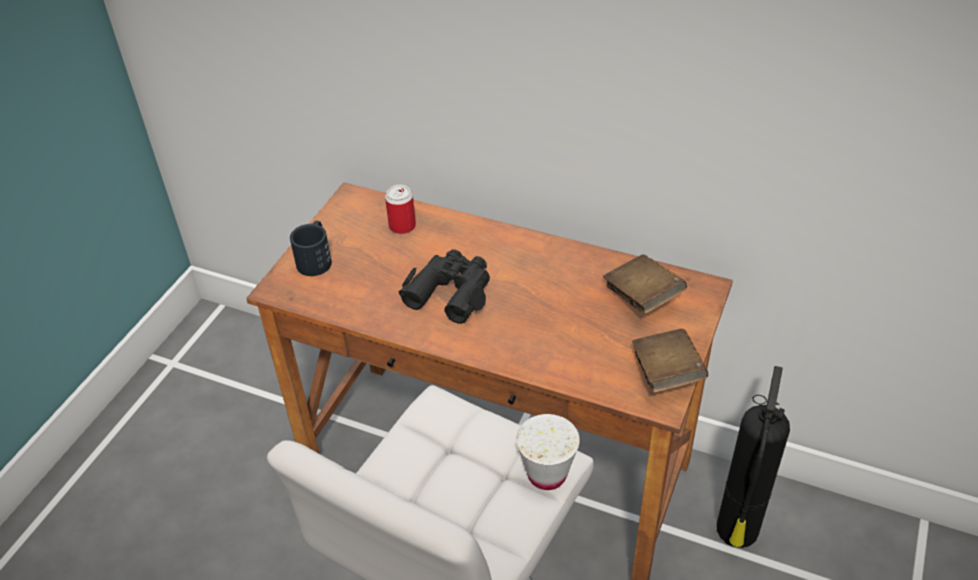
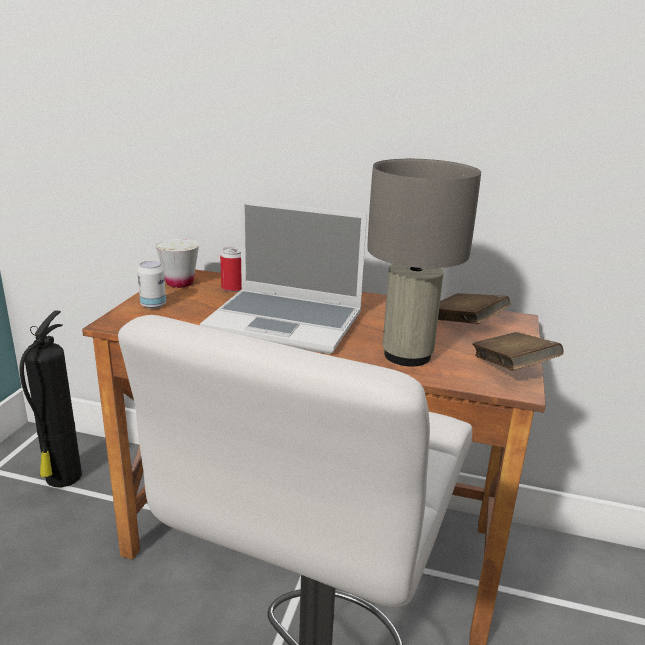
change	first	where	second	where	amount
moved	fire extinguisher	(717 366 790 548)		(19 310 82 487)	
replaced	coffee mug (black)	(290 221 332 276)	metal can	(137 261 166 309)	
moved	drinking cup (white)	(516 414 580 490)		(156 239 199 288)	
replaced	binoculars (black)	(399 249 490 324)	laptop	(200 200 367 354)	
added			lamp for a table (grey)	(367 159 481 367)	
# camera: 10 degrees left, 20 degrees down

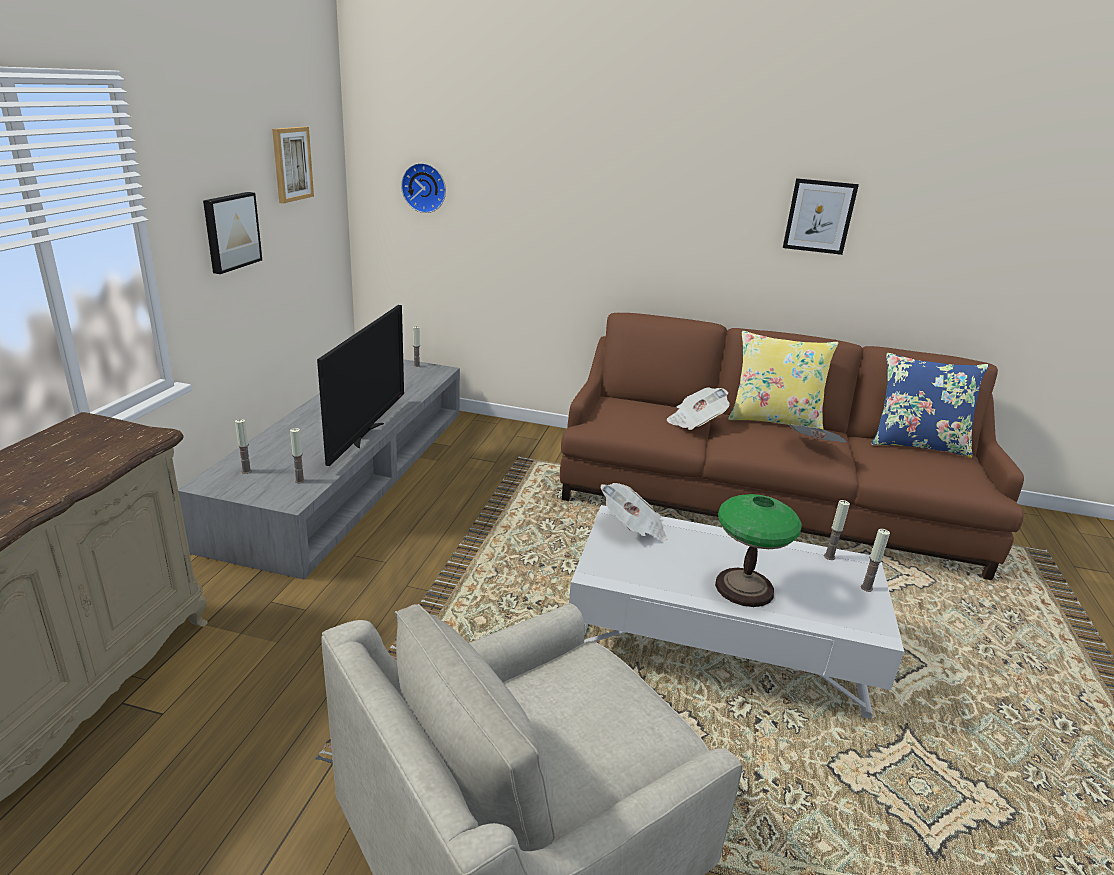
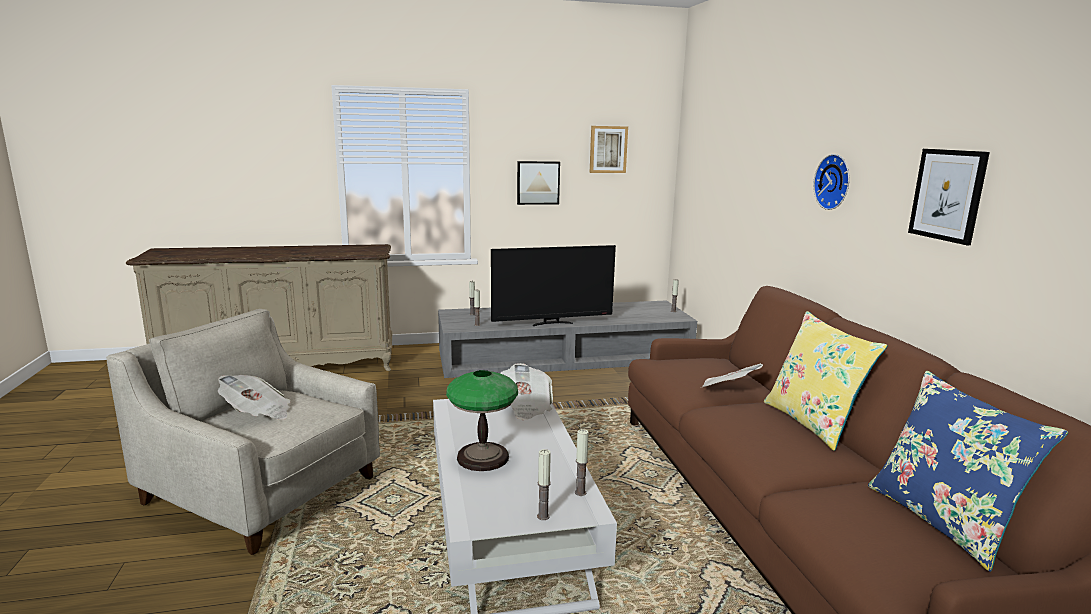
change	first	where	second	where	amount
moved	printed paper	(788 424 847 443)		(218 375 290 420)	
moved	clock on the wall	(401 163 446 213)		(813 154 850 210)	
# camera: 65 degrees right, 10 degrees down

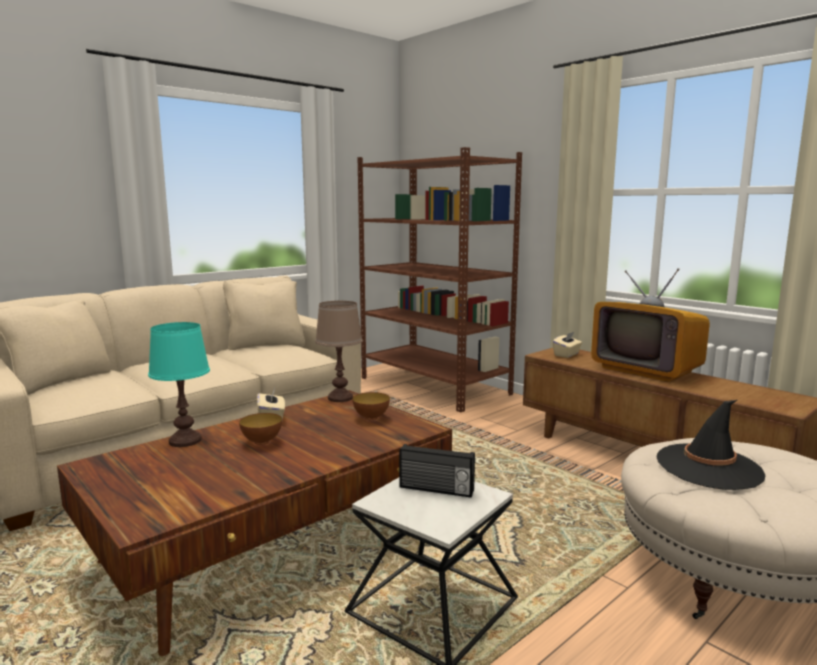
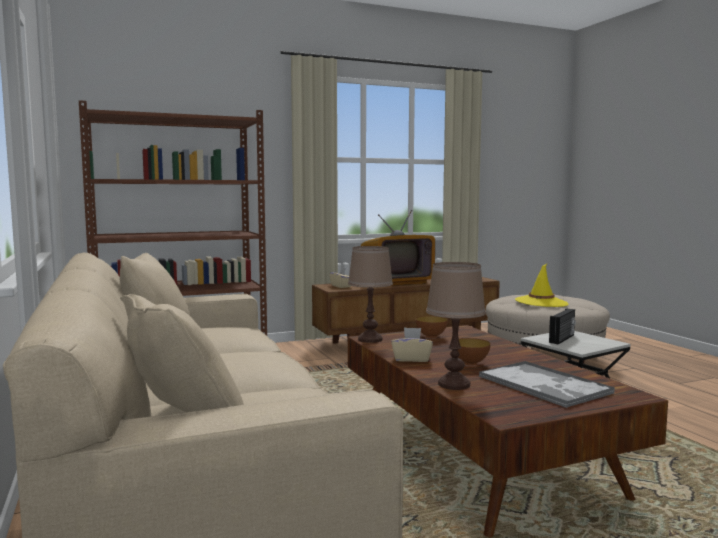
change	first	where	second	where	amount
recoloured	lamp for a table (blue-green)	(148 322 210 447)	lamp for a table (brown)	(426 262 486 390)	
added			serving tray	(479 361 615 408)	
recoloured	hat (black)	(657 400 765 490)	hat (yellow)	(515 264 569 307)	
# camera: 70 degrees left, 5 degrees down

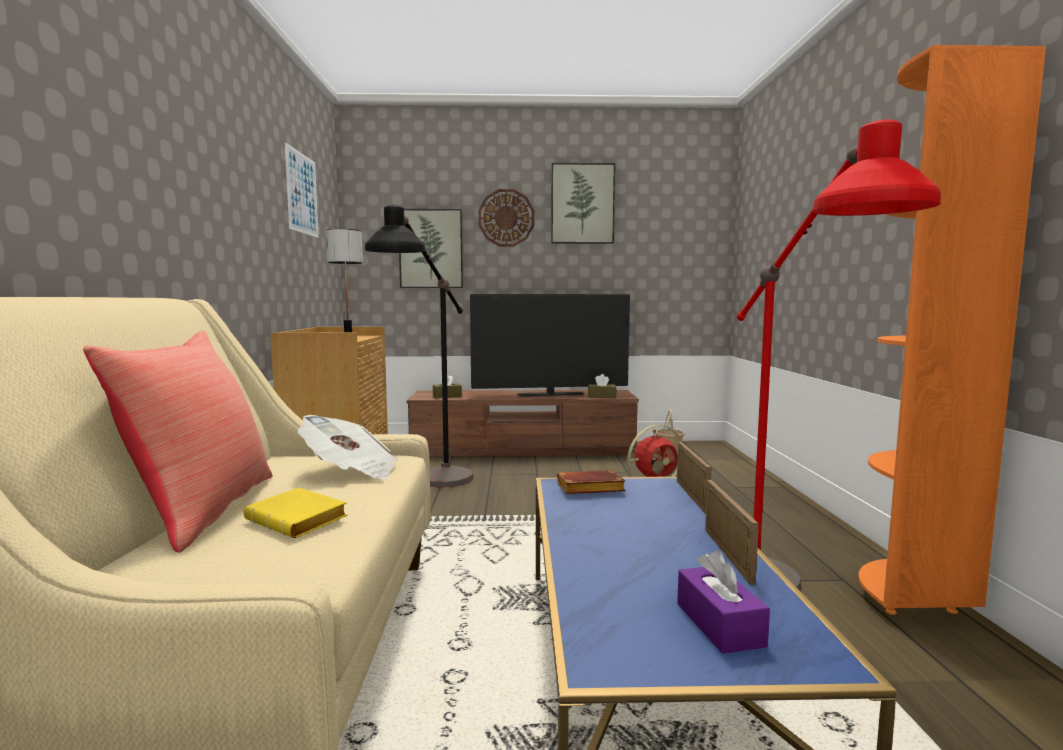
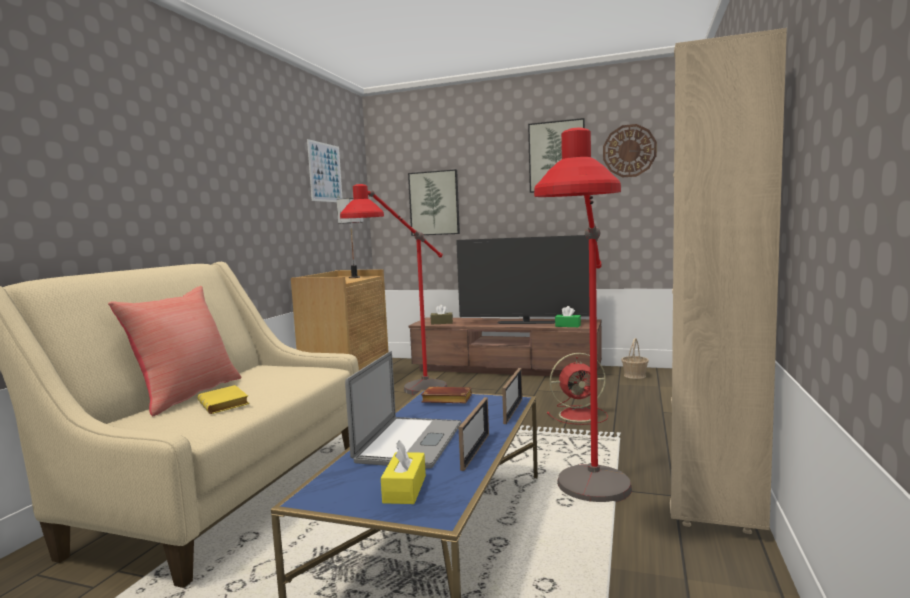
change	first	where	second	where	amount
recoloured	standard lamp (black)	(365 205 474 487)	standard lamp (red-coloured)	(340 184 447 395)	
added			laptop	(345 351 462 469)	
recoloured	tissue holder (purplish)	(677 550 770 654)	tissue holder (yellow)	(381 440 426 504)	
recoloured	tissue holder (brown)	(588 374 617 398)	tissue holder (greenish)	(555 306 581 327)	
moved	clock on the wall	(478 189 534 247)		(603 124 657 178)	
recoloured	bookshelf (orange-coloured)	(858 45 1046 615)	bookshelf (beige-coloured)	(670 28 787 534)	
removed	printed paper	(298 415 398 480)			
# camera: 20 degrees right, 0 degrees up

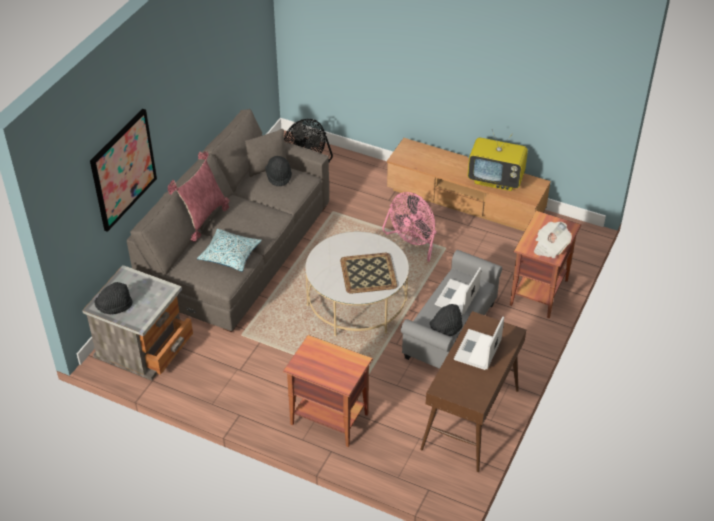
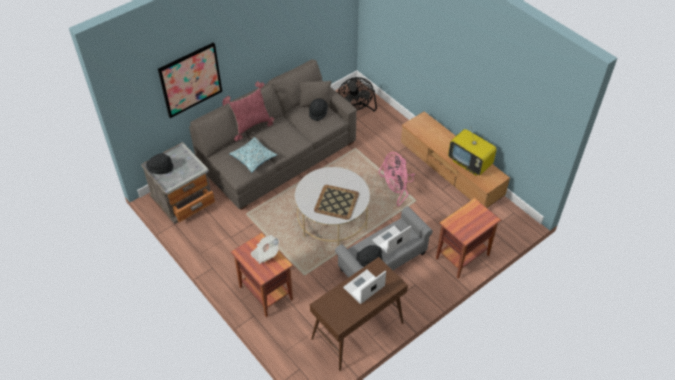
change	first	where	second	where	amount
moved	printed paper	(534 222 572 258)		(251 235 280 264)	
# camera: 25 degrees right, 5 degrees up

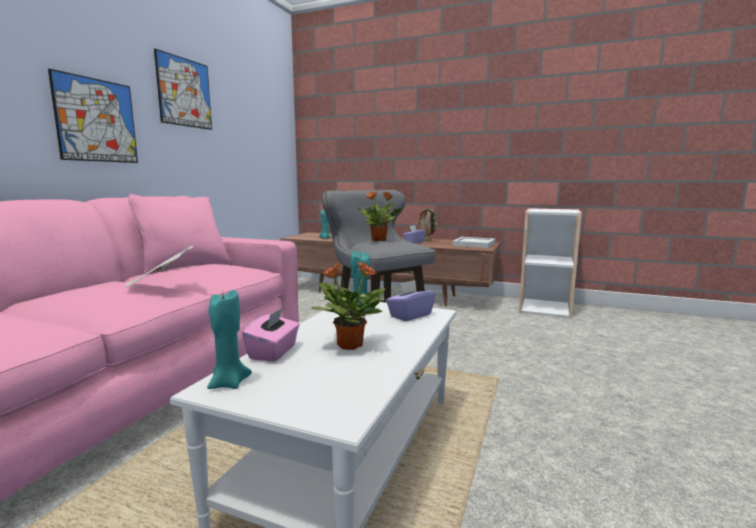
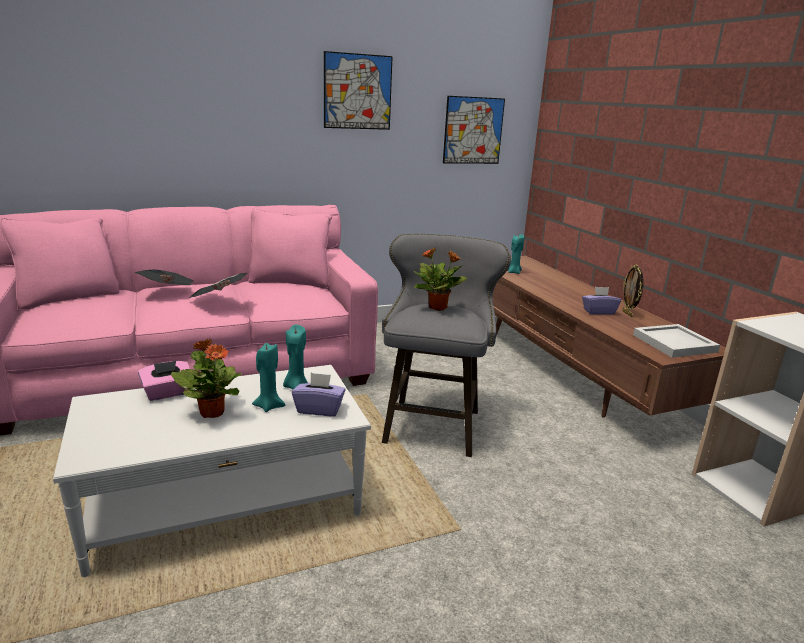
change	first	where	second	where	amount
added			printed paper	(134 270 193 285)	
moved	wax light (blue-green)	(207 290 252 389)		(252 343 285 412)	
moved	picture	(48 69 138 163)		(443 96 505 164)	
# camera: 45 degrees right, 10 degrees up

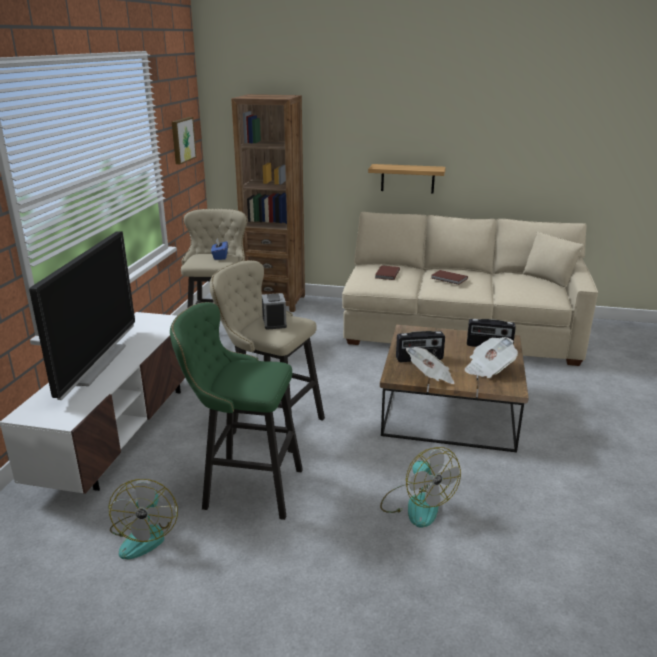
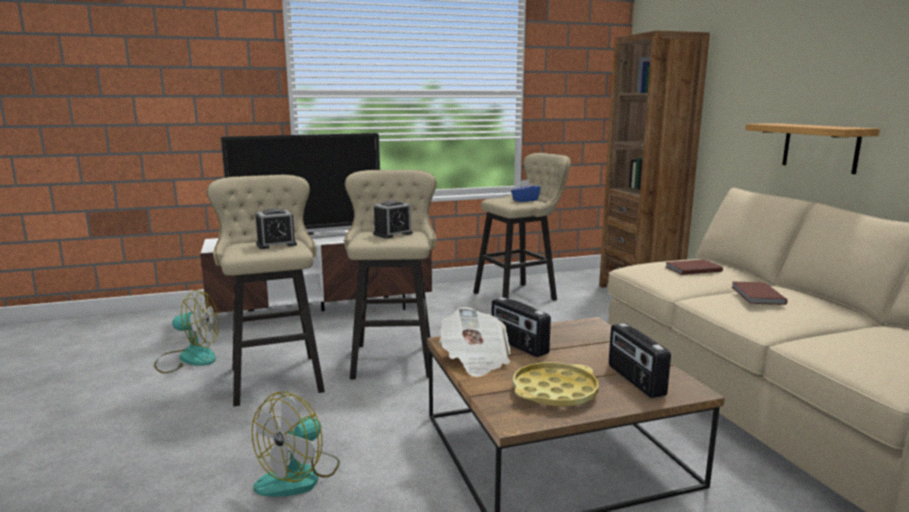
change	first	where	second	where	amount
turned	cooling fan	(109 479 178 559)		(154 290 219 373)	150 degrees counterclockwise
recoloured	stool (greenish)	(170 302 303 520)	stool (beige-coloured)	(207 174 325 407)	
added			table clock	(256 208 297 249)	
replaced	printed paper	(464 337 518 378)	serving tray (yellow)	(513 362 599 407)	
removed	picture	(172 117 197 164)			
# camera: 60 degrees right, 10 degrees down

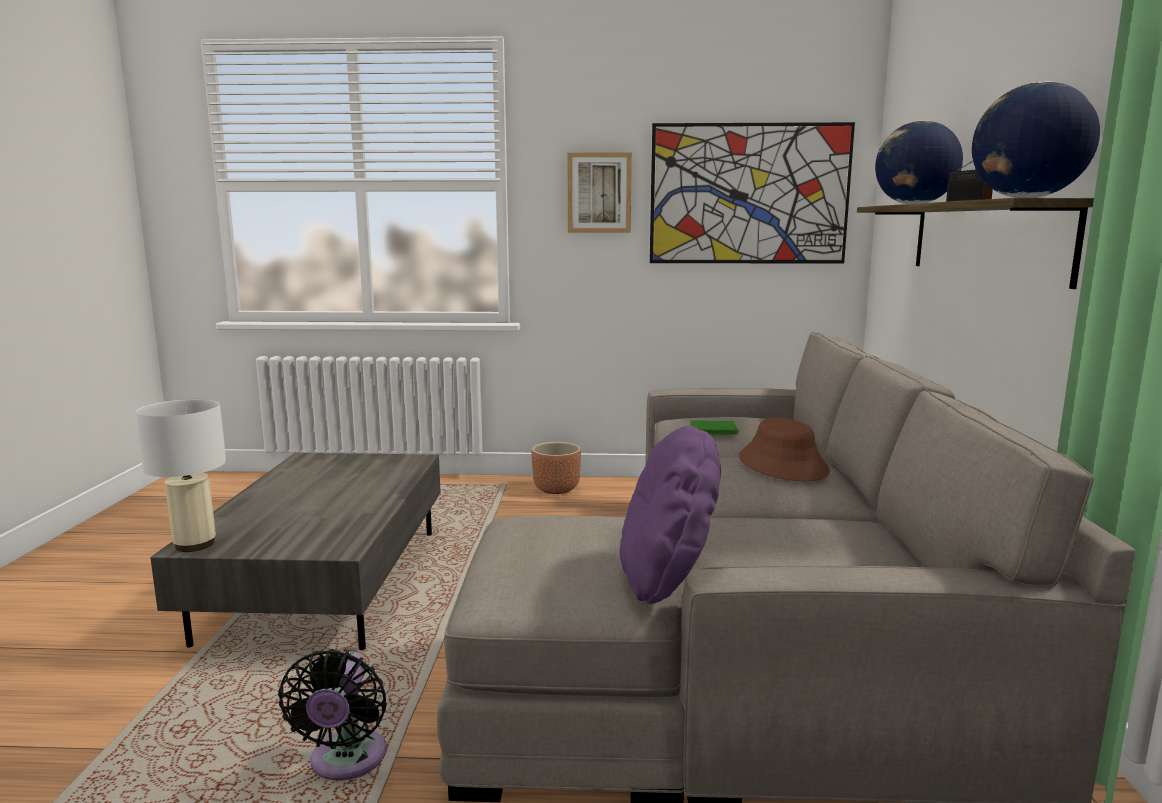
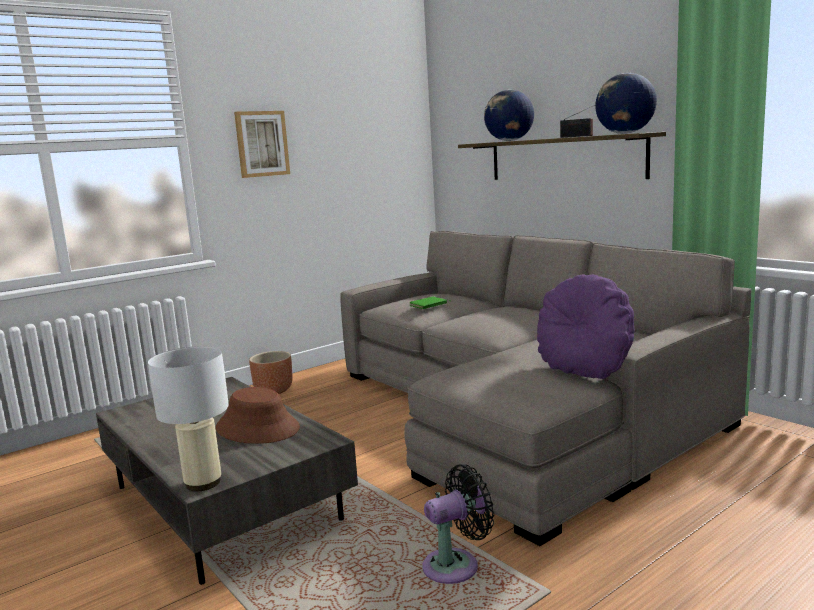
change	first	where	second	where	amount
moved	hat (brown)	(739 418 830 481)		(216 387 300 444)	
turned	cooling fan (black)	(278 649 387 780)		(422 464 494 584)	75 degrees counterclockwise
removed	picture	(650 122 855 264)			
# camera: 40 degrees left, 0 degrees up

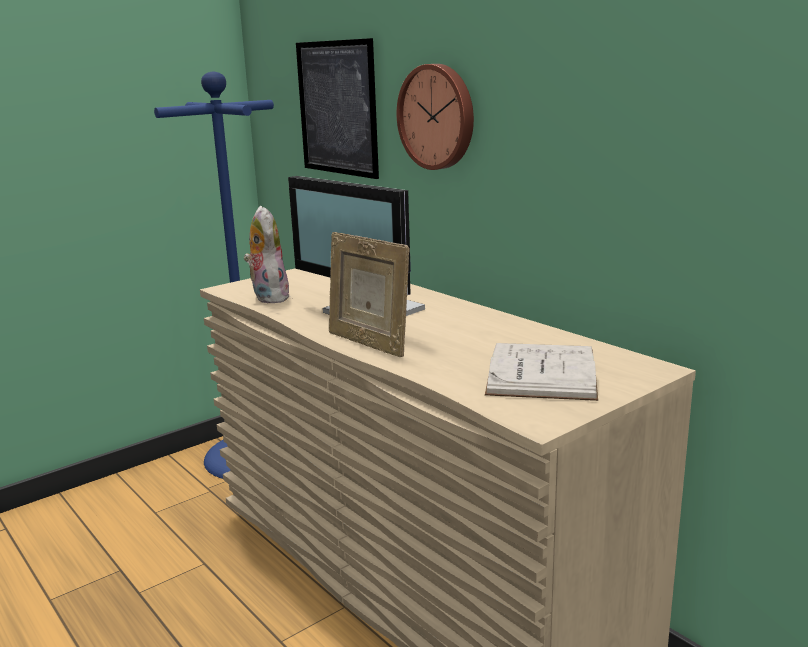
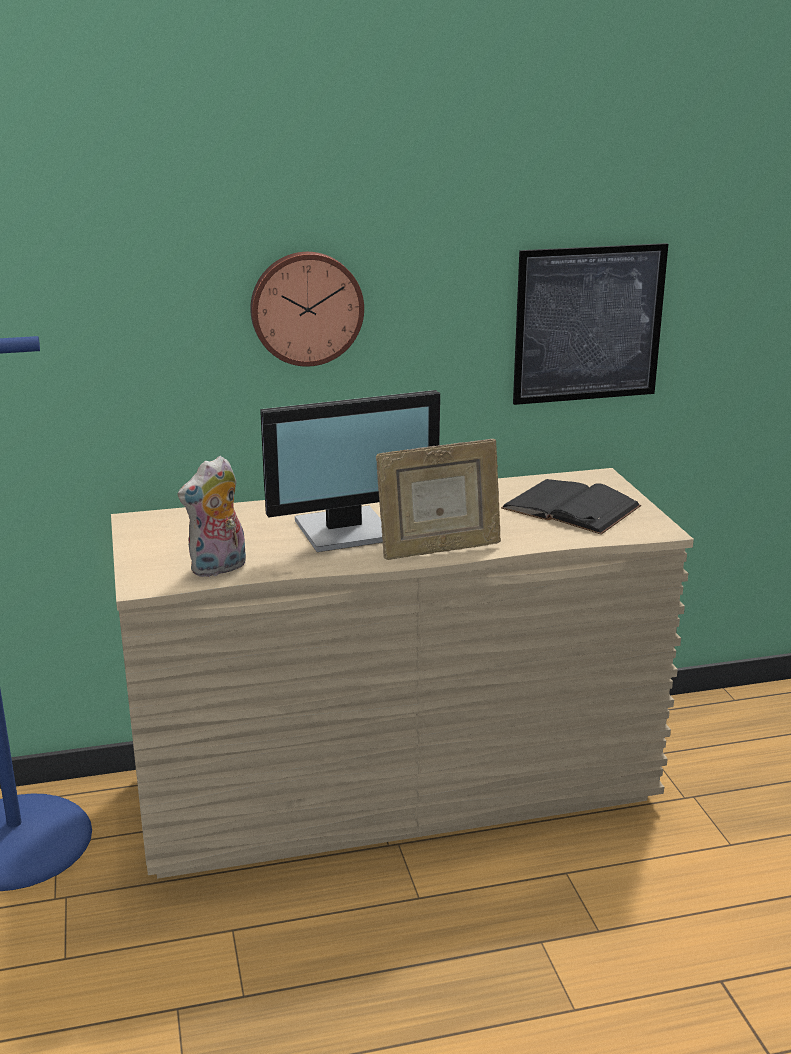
change	first	where	second	where	amount
turned	cuddly toy	(243 206 290 303)		(177 456 246 577)	45 degrees counterclockwise
recoloured	book (white)	(485 343 598 401)	book (black)	(501 479 641 535)	
moved	picture	(296 38 379 179)		(513 243 668 405)	
# camera: 65 degrees left, 5 degrees up

